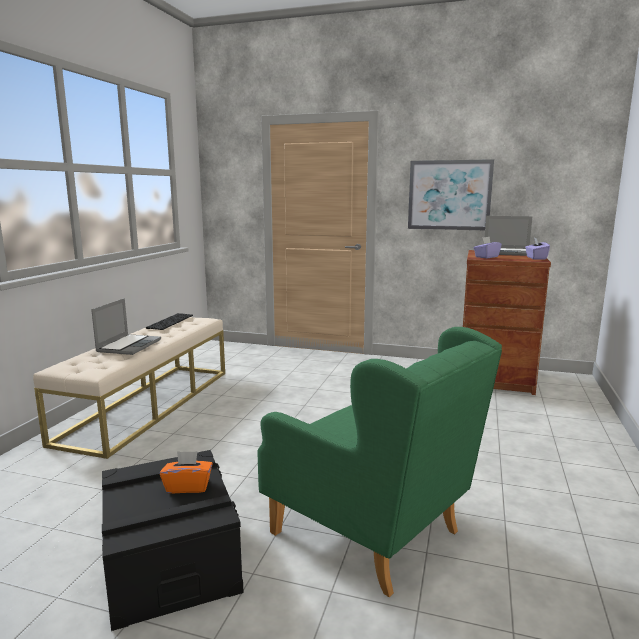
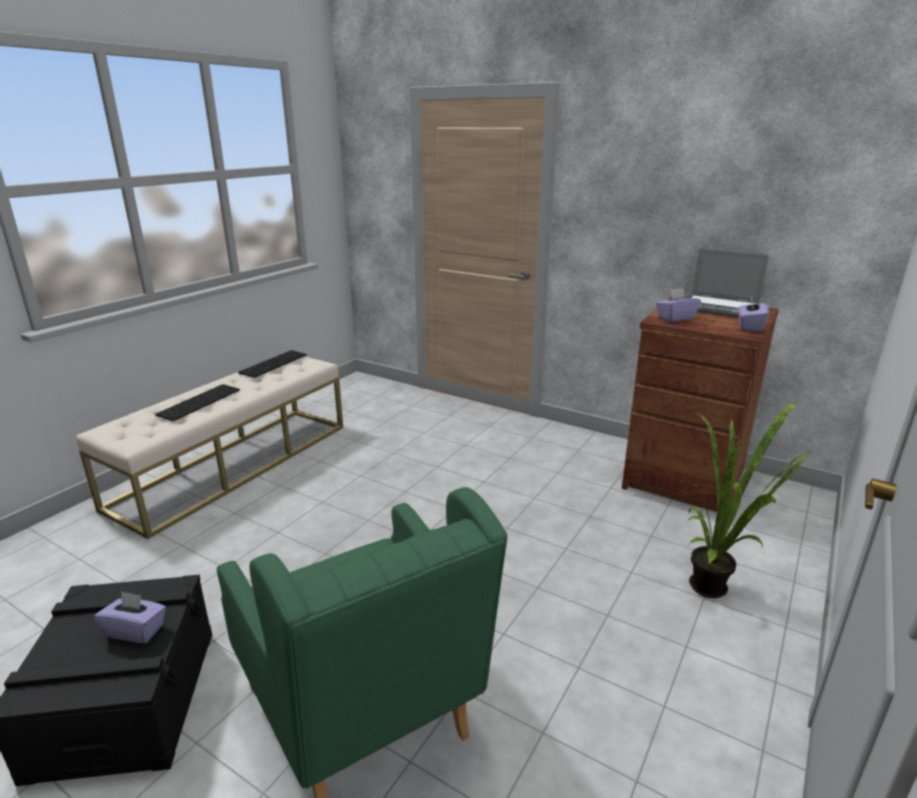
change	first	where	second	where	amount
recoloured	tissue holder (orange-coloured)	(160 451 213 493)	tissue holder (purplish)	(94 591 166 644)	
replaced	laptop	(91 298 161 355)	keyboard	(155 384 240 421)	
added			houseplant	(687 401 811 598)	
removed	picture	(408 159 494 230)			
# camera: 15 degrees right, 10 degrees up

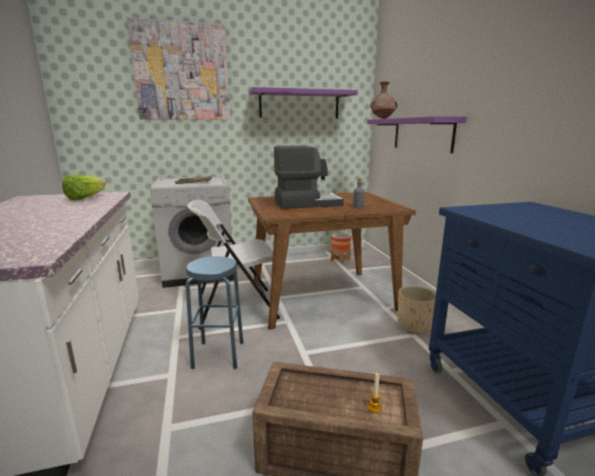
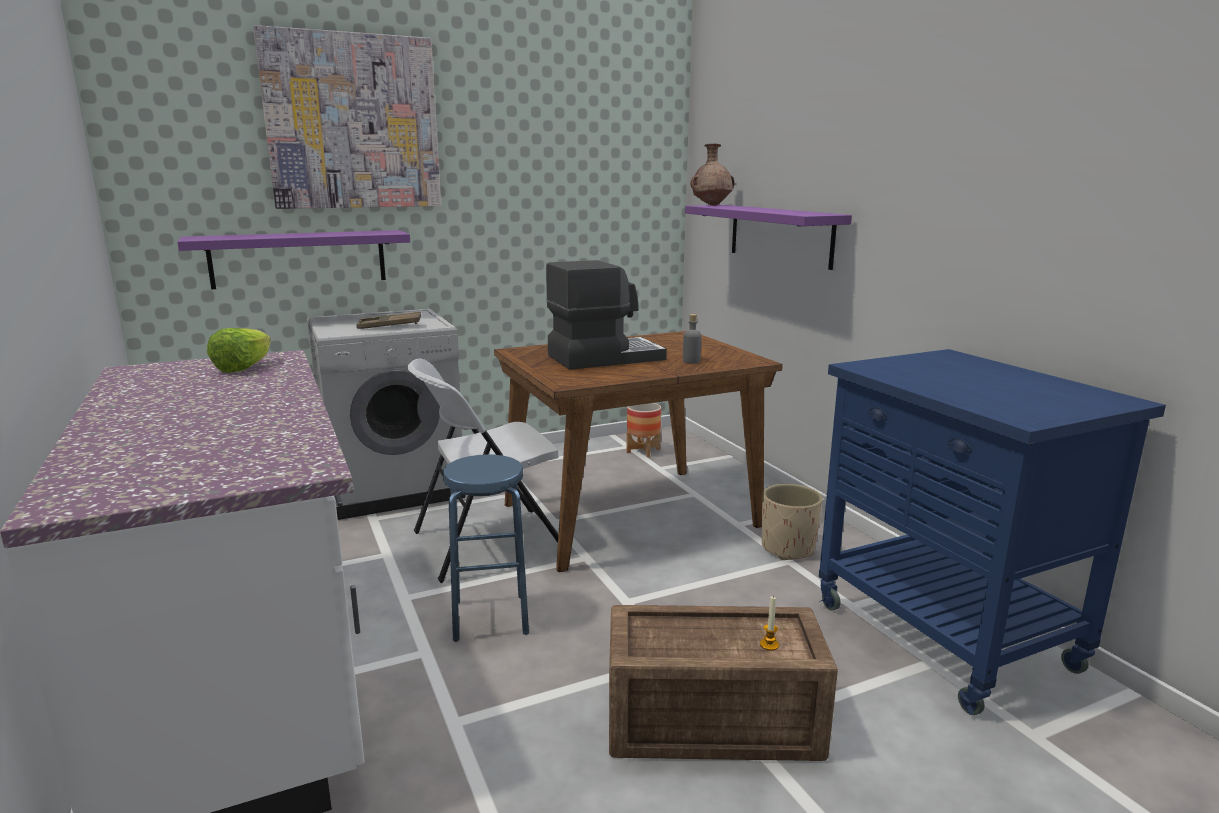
change	first	where	second	where	amount
moved	wall shelf (purplish)	(249 87 358 118)		(177 230 410 289)	
# camera: 10 degrees left, 0 degrees up

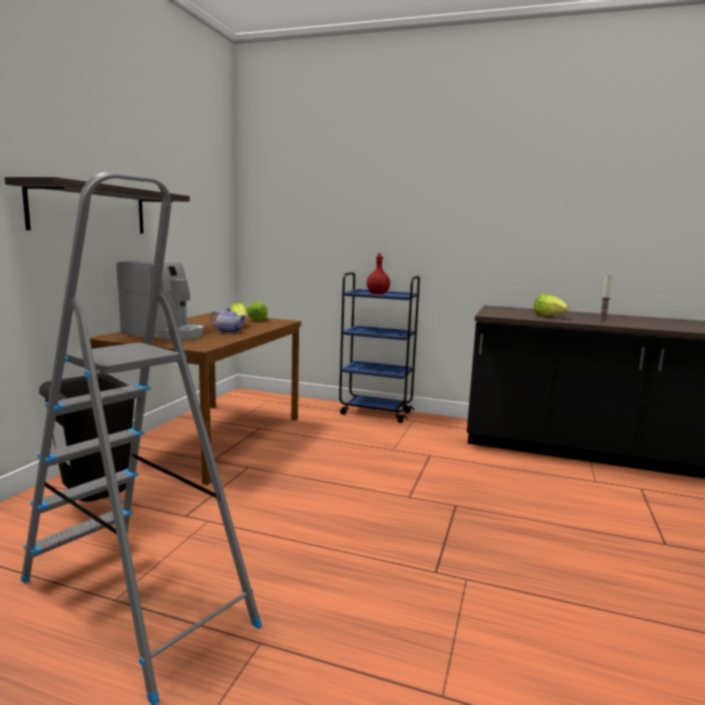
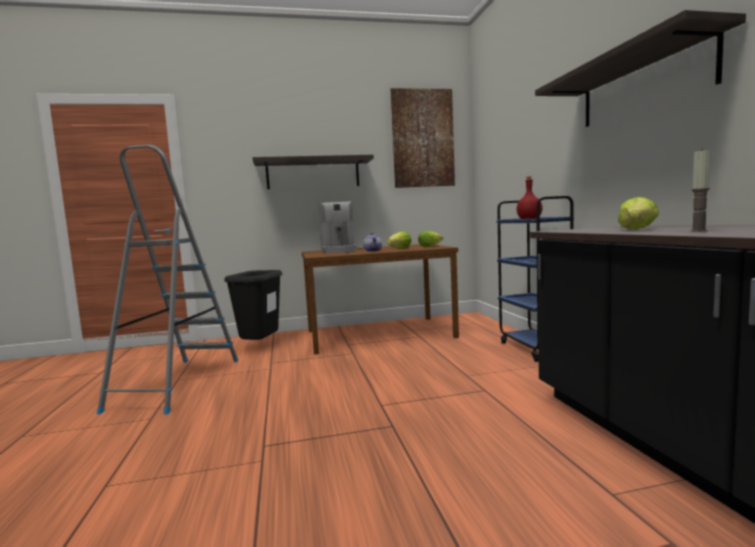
change	first	where	second	where	amount
added			picture	(390 88 455 188)	
added			wall shelf	(535 10 746 127)	
# camera: 60 degrees right, 5 degrees down

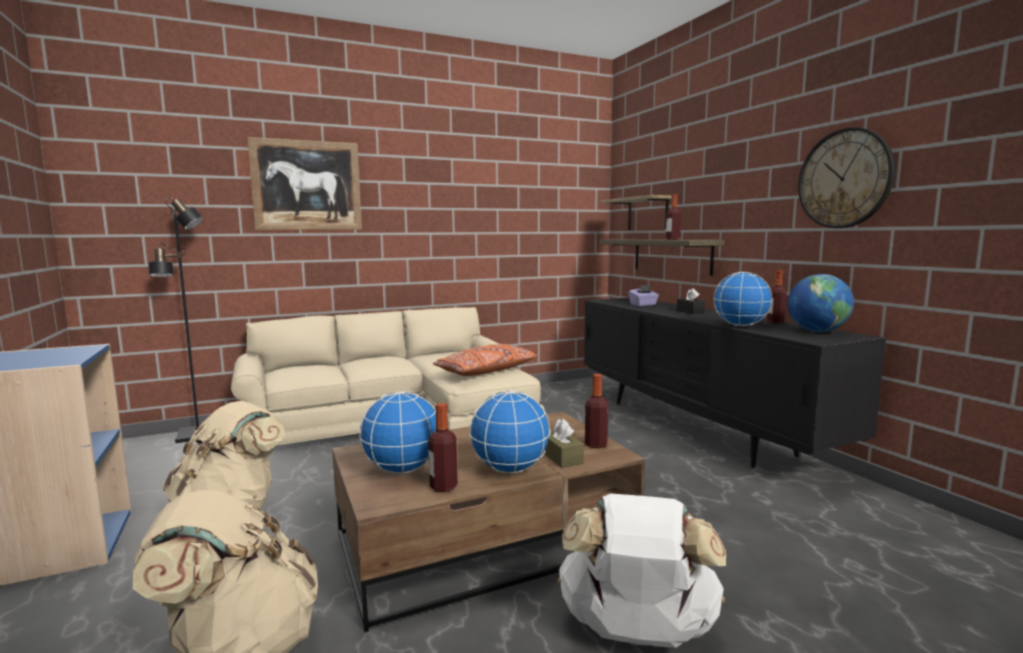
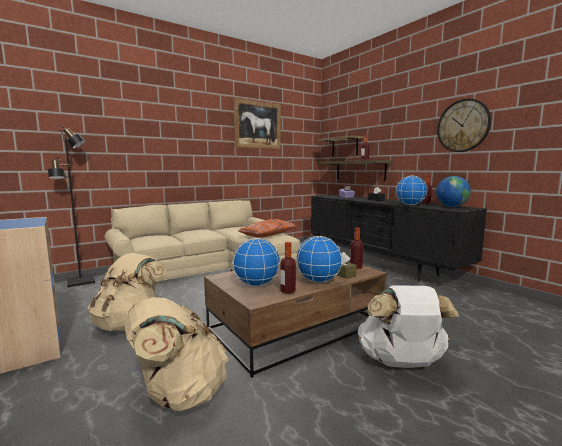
change	first	where	second	where	amount
moved	picture	(247 137 362 230)		(234 98 281 149)	
# camera: 10 degrees left, 0 degrees up

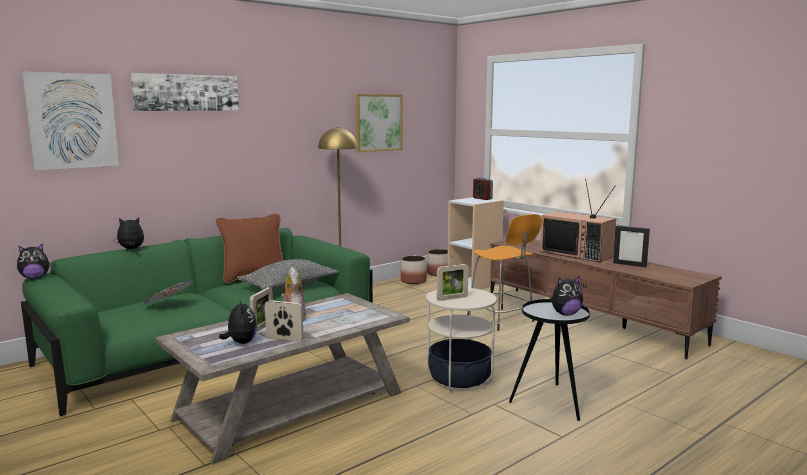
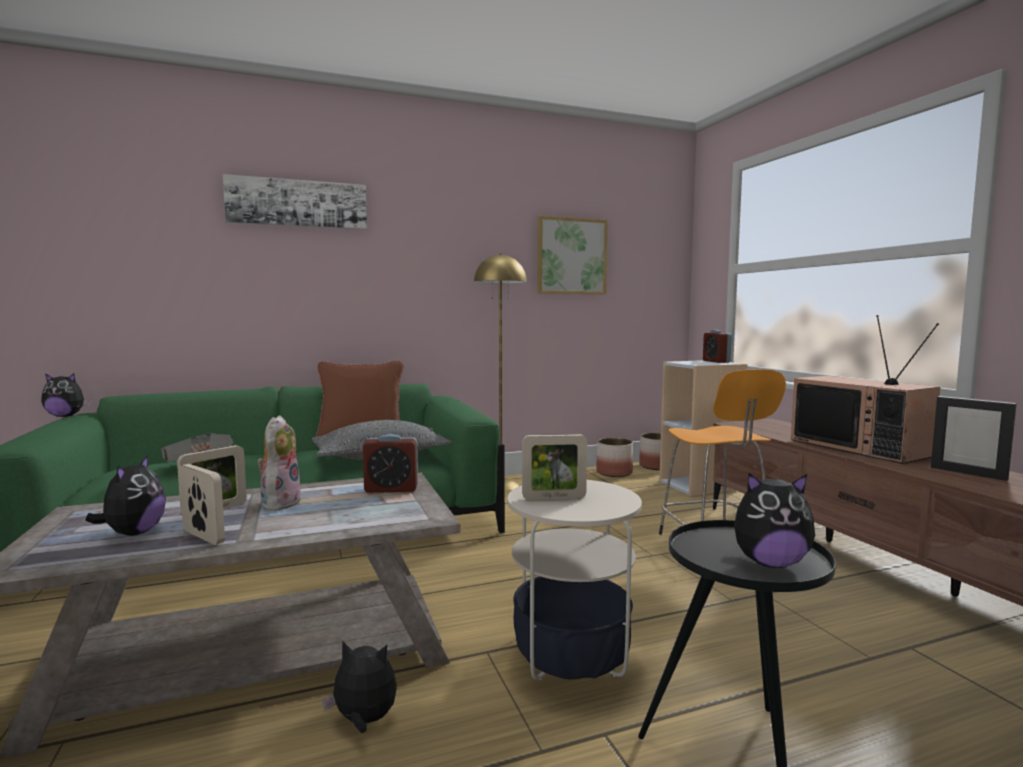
change	first	where	second	where	amount
moved	cuddly toy	(113 217 144 249)		(322 641 397 733)	
added			table clock	(363 434 418 493)	
removed	picture	(22 72 119 170)			
# camera: 20 degrees right, 5 degrees down

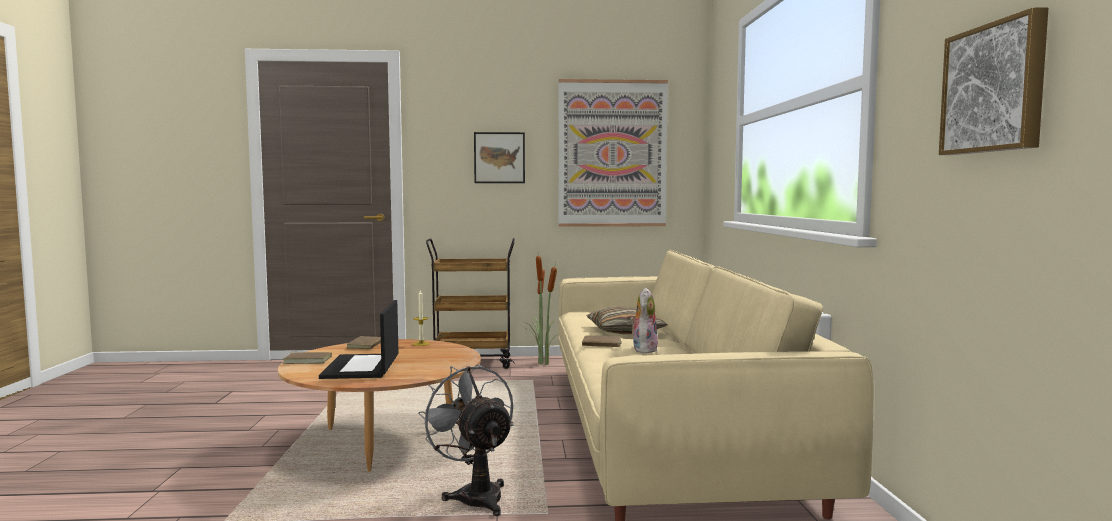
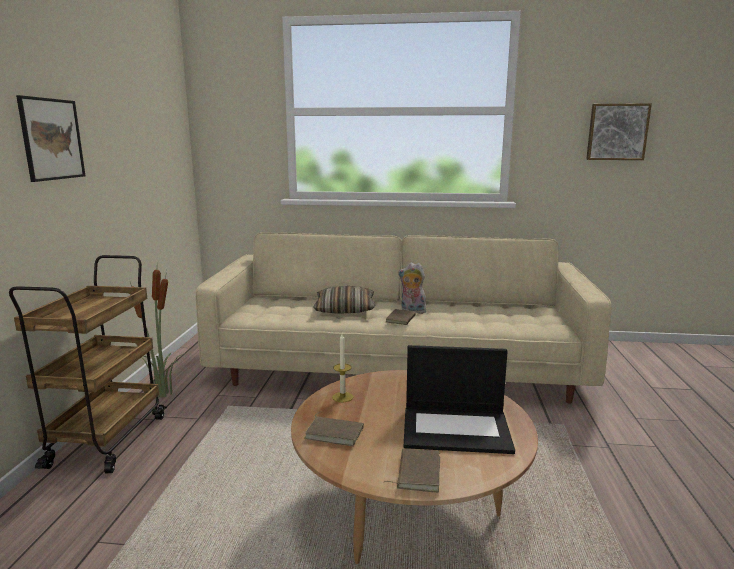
change	first	where	second	where	amount
removed	cooling fan (grey)	(418 364 514 516)			
removed	picture	(558 79 668 227)			
# camera: 80 degrees left, 10 degrees up

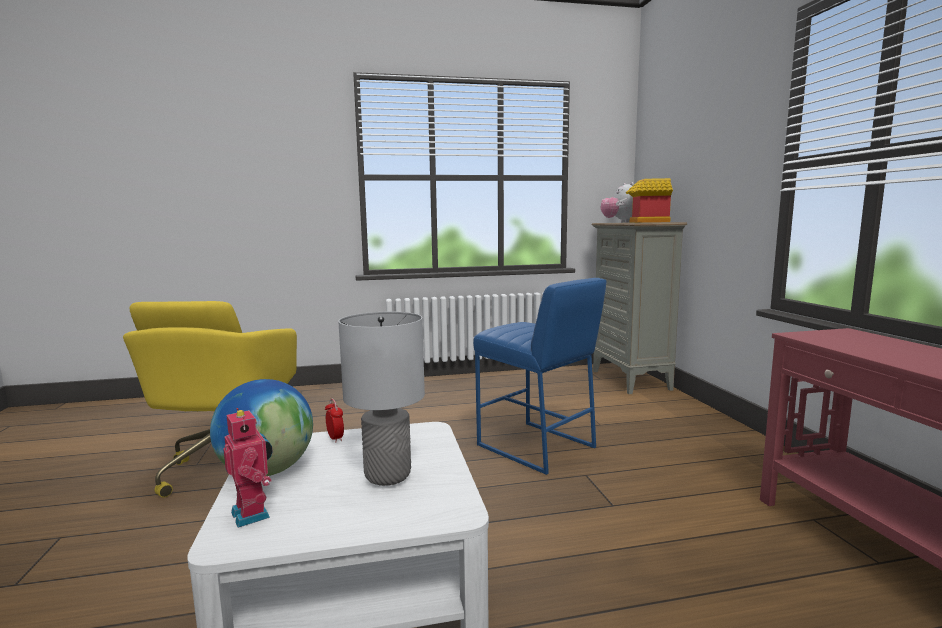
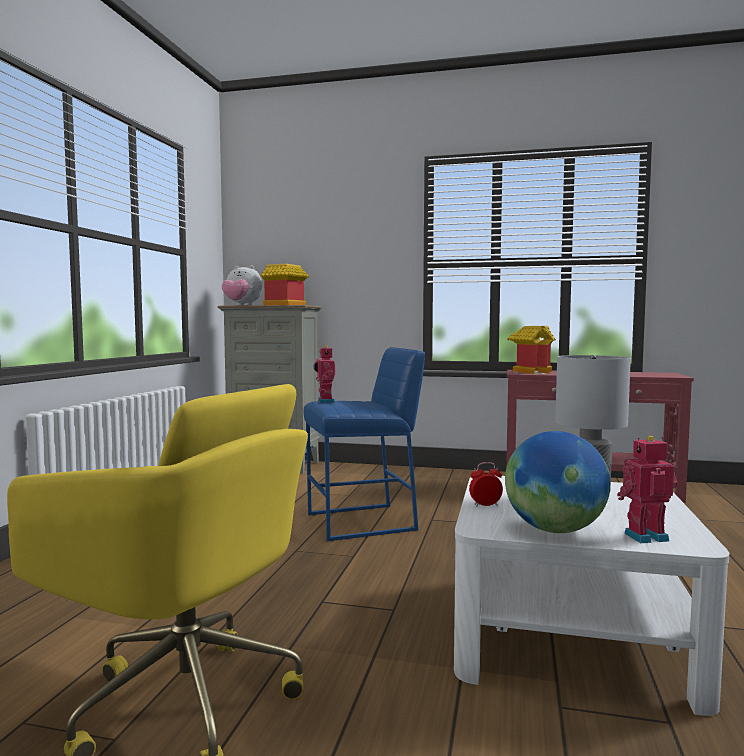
change	first	where	second	where	amount
added			robot figure	(313 345 335 403)	
added			miniature house	(507 326 556 374)	
# camera: 65 degrees left, 5 degrees down

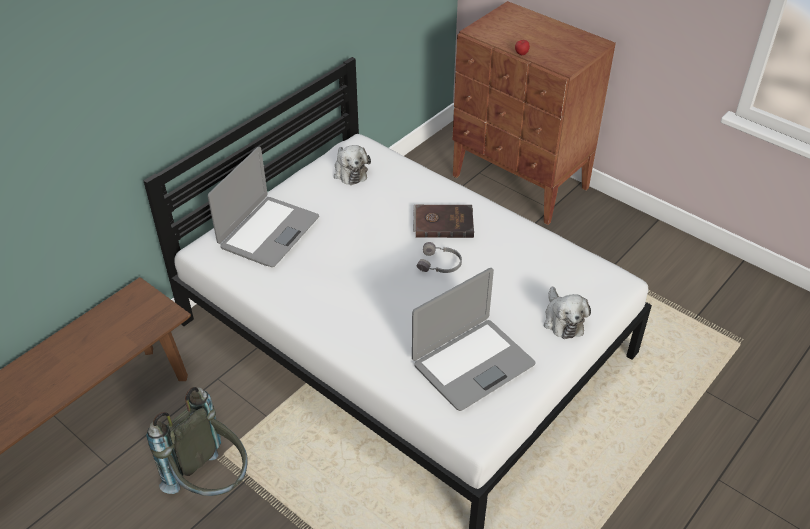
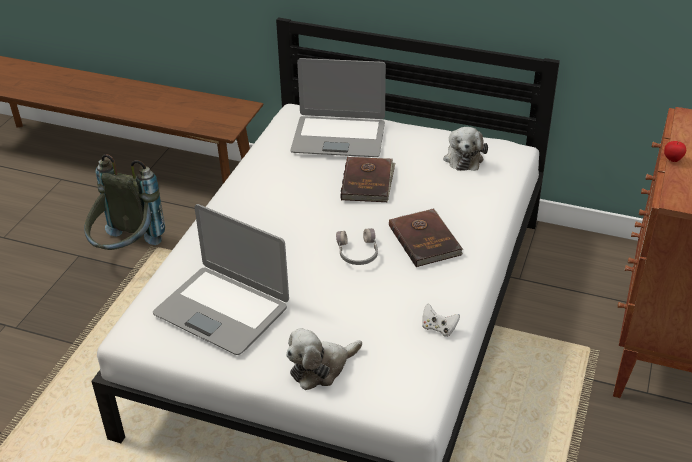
change	first	where	second	where	amount
added			book (brown)	(340 157 395 202)	
added			game controller (white)	(422 304 460 337)	
turned	cuddly toy	(334 145 371 185)		(443 127 488 171)	45 degrees counterclockwise
# camera: 70 degrees right, 5 degrees down

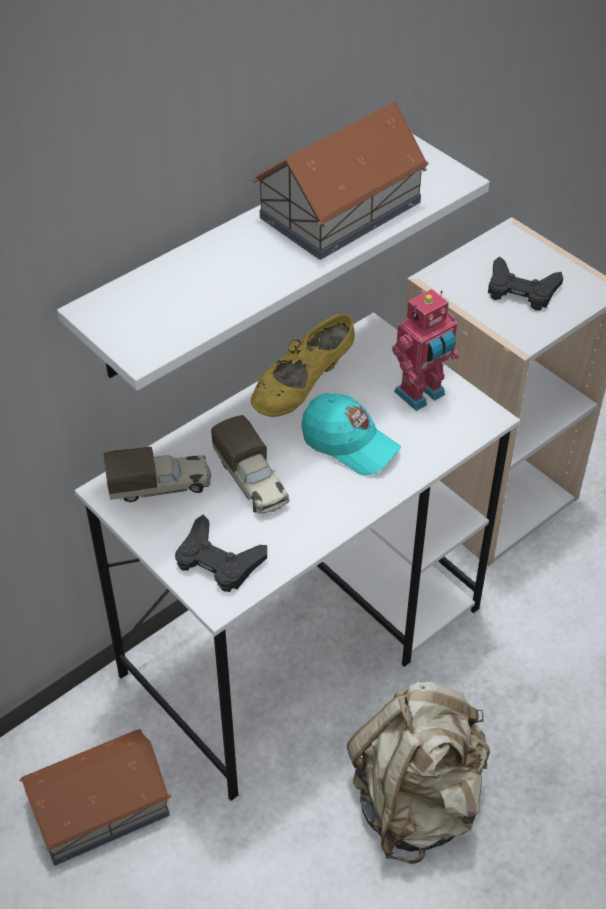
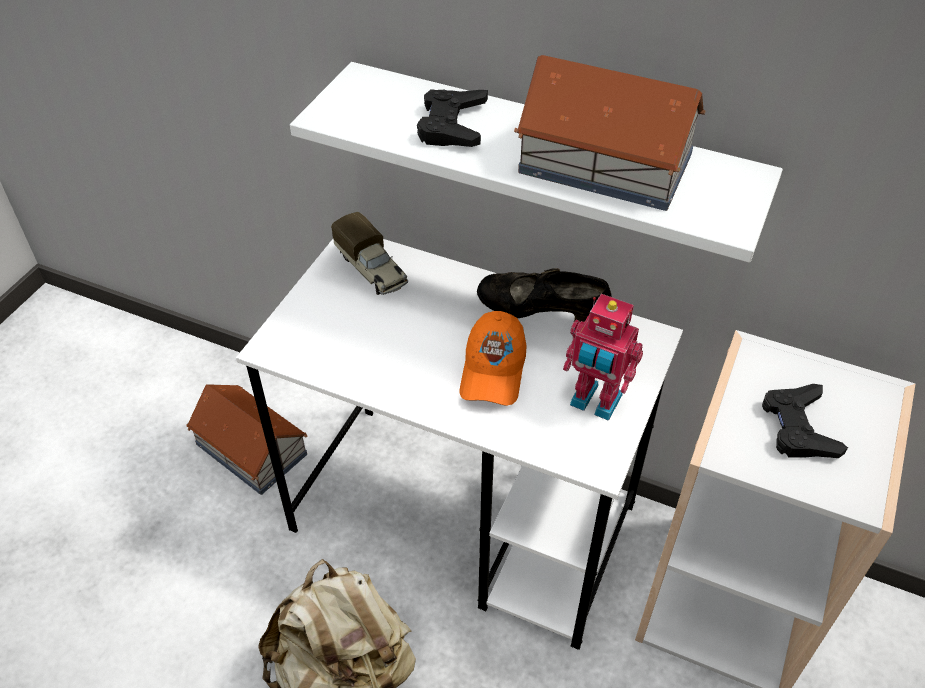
change	first	where	second	where	amount
moved	game controller (black)	(175 515 267 592)		(417 89 488 147)	
recoloured	baseball cap (blue-green)	(302 393 401 475)	baseball cap (orange-coloured)	(459 311 527 406)	
recoloured	shoe (yellow)	(251 313 355 417)	shoe (black)	(477 268 612 322)	
removed	model truck	(211 415 290 514)			
# camera: 65 degrees right, 0 degrees up

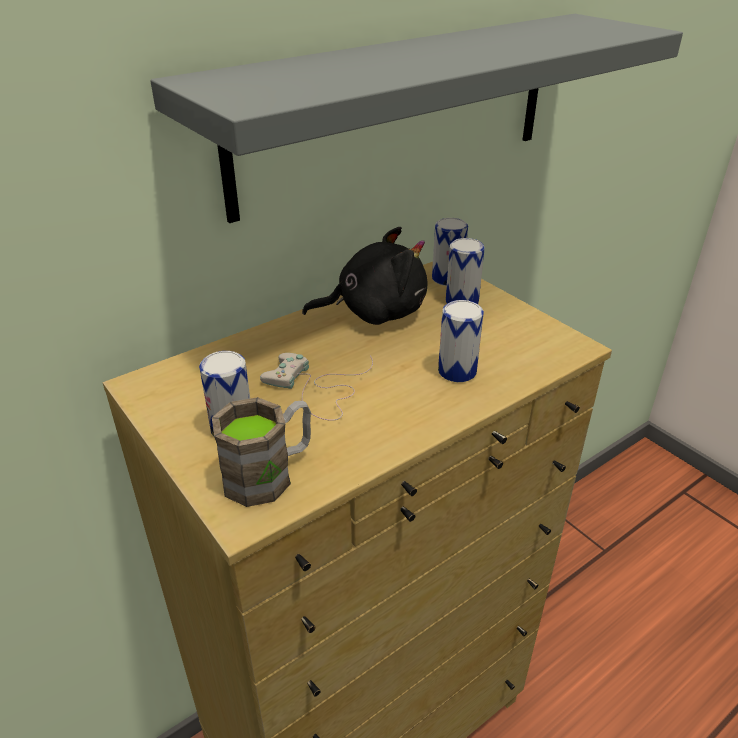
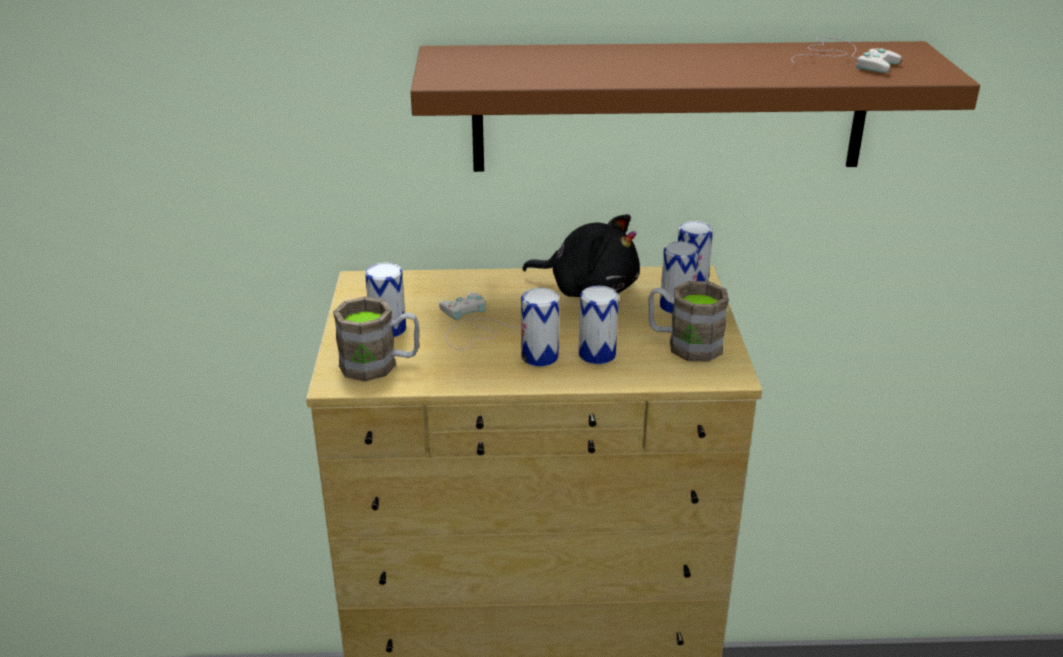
change	first	where	second	where	amount
recoloured	wall shelf (grey)	(151 14 683 223)	wall shelf (brown)	(411 41 980 172)	
added			metal can	(521 288 559 367)	
added			coffee mug (brown)	(648 281 729 362)	
added			game controller (white)	(791 37 902 73)	
# camera: 35 degrees right, 5 degrees down

